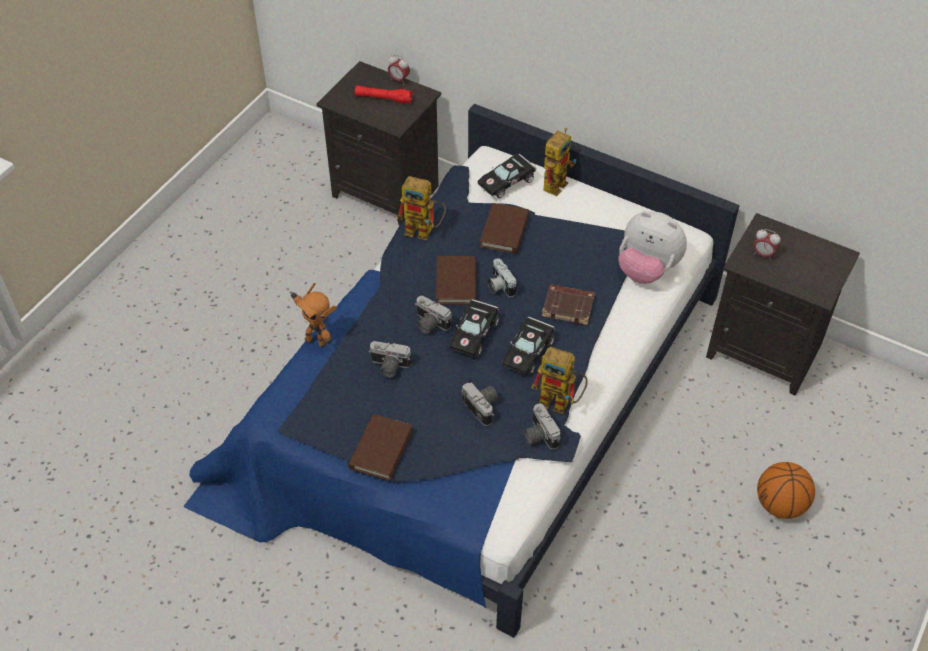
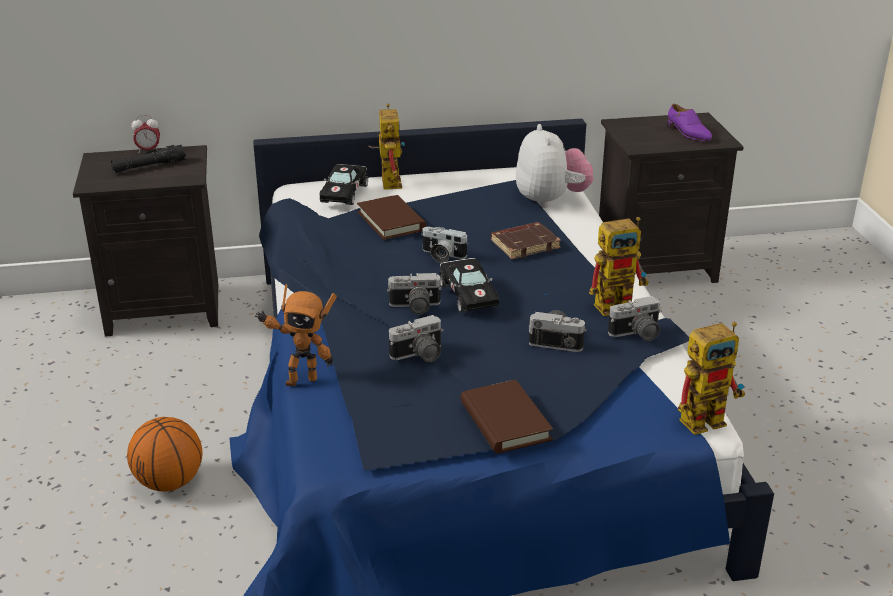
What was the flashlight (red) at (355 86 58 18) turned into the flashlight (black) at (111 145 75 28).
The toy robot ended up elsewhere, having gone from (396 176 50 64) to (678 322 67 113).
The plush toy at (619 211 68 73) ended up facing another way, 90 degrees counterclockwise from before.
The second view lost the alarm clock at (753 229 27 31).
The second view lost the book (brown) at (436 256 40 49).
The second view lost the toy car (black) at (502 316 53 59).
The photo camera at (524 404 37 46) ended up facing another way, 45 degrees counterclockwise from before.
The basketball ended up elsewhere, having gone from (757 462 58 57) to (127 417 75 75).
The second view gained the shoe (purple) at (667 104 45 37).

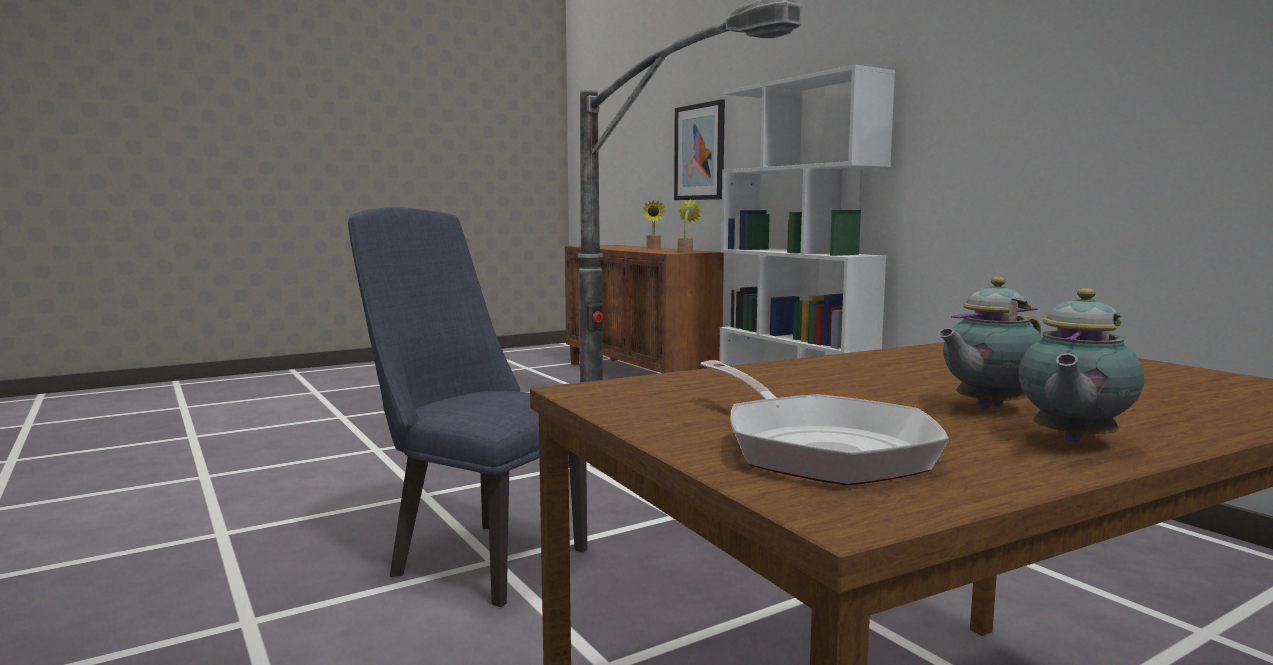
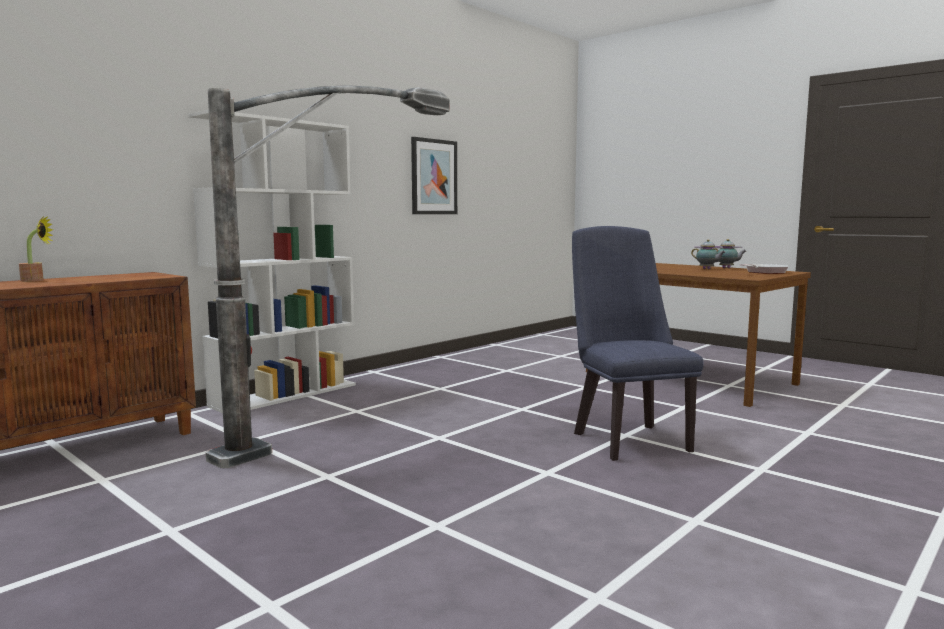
The picture ended up elsewhere, having gone from (674 99 51 101) to (411 137 46 77).
The second view lost the potted plant at (678 199 24 54).
The chair (blue) at (348 207 239 400) ended up facing another way, 150 degrees clockwise from before.

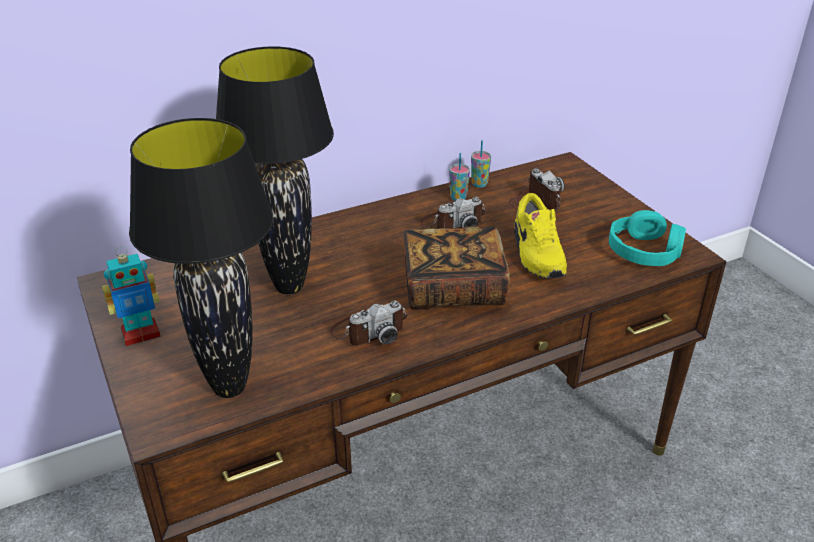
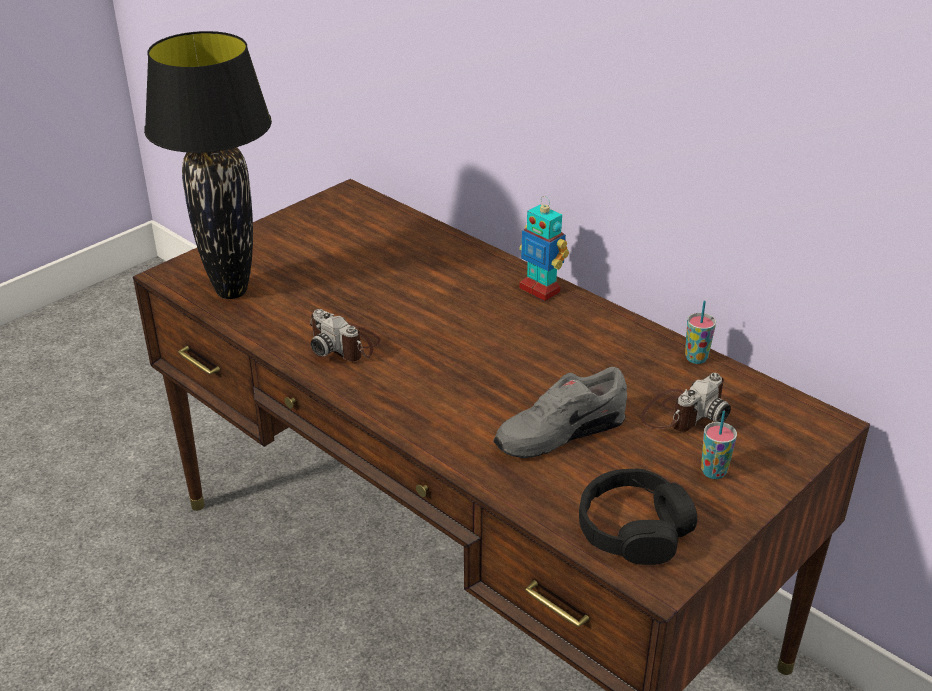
The second view lost the table lamp (black) at (216 46 118 248).
The cup ended up elsewhere, having gone from (449 153 21 48) to (701 411 36 68).
What was the shoe (yellow) at (514 193 53 86) turned into the shoe (grey) at (493 367 134 91).
The second view lost the photo camera at (420 197 66 32).
What was the headphones (turquoise) at (609 210 77 56) turned into the headphones (black) at (579 468 118 97).
The second view lost the book at (403 226 107 84).
The toy robot ended up elsewhere, having gone from (102 246 59 100) to (519 196 50 105).

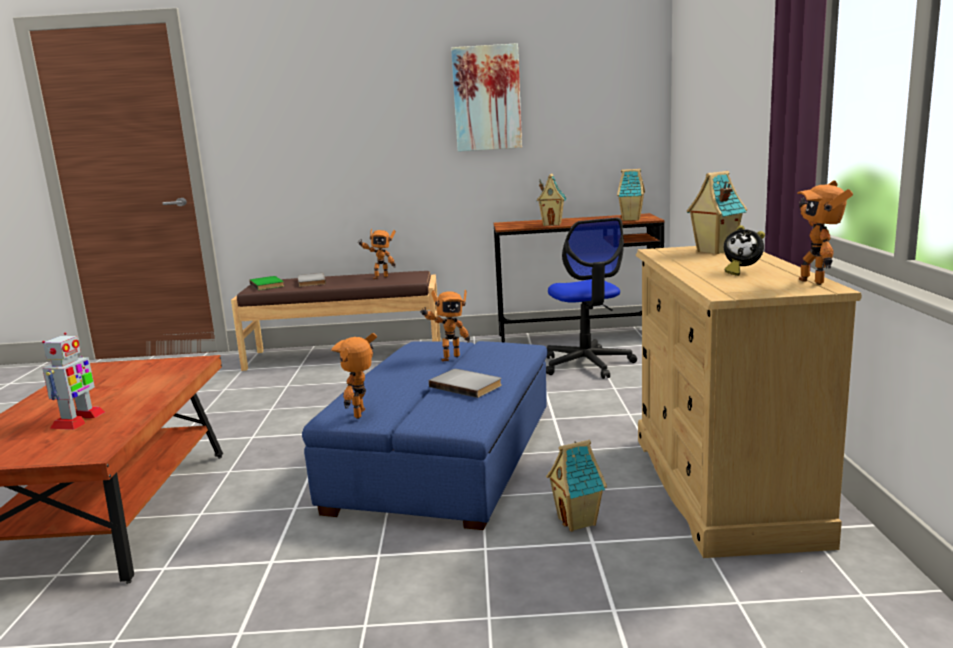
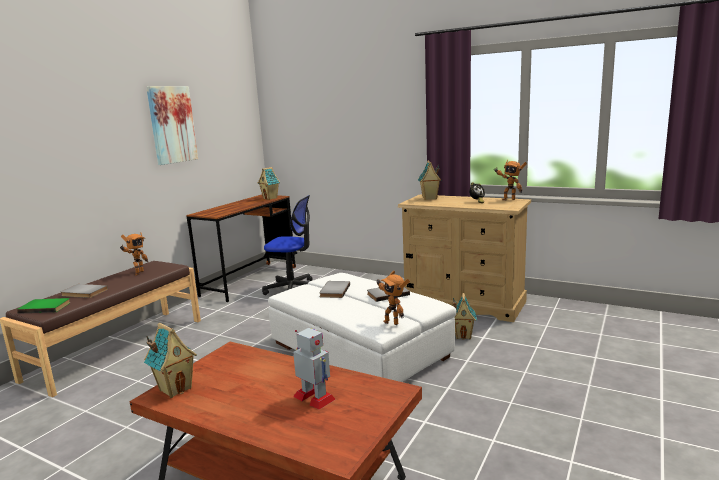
The toy house ended up elsewhere, having gone from (536 173 30 53) to (144 323 53 75).
Where the toy robot stood at (420 290 50 72), the book (grey) came to stand at (319 281 31 17).
What was the ottoman (blue) at (302 341 246 189) turned into the ottoman (white) at (268 273 188 109).

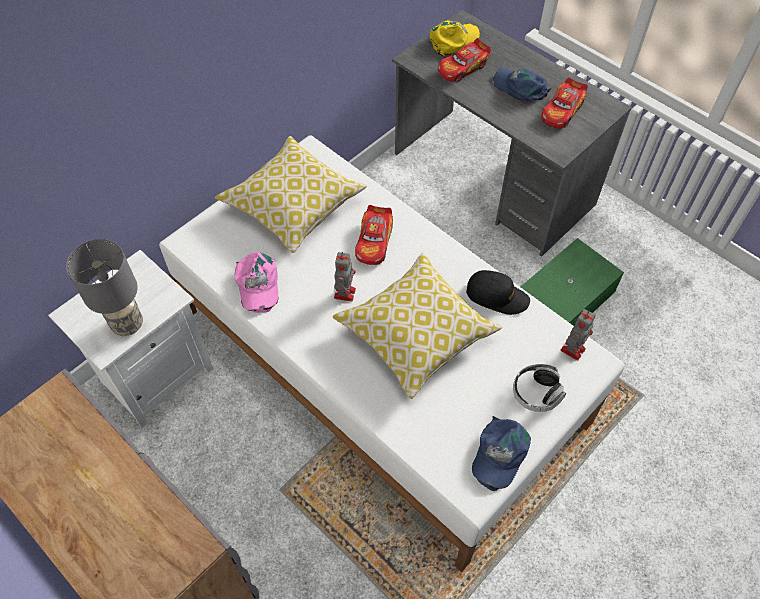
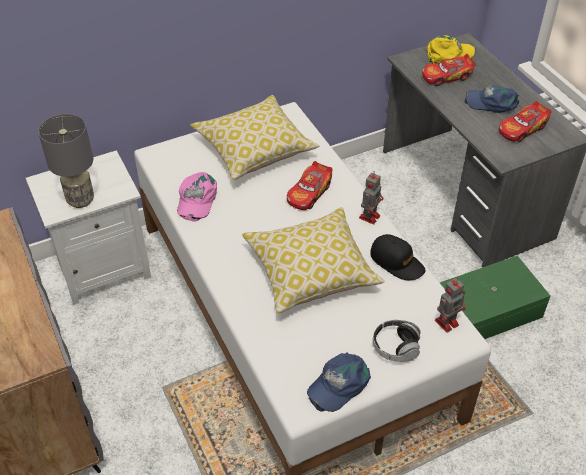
The cap (blue) at (493 68 59 33) ended up facing another way, 45 degrees counterclockwise from before.
The toy robot ended up elsewhere, having gone from (334 252 22 50) to (359 171 25 53).

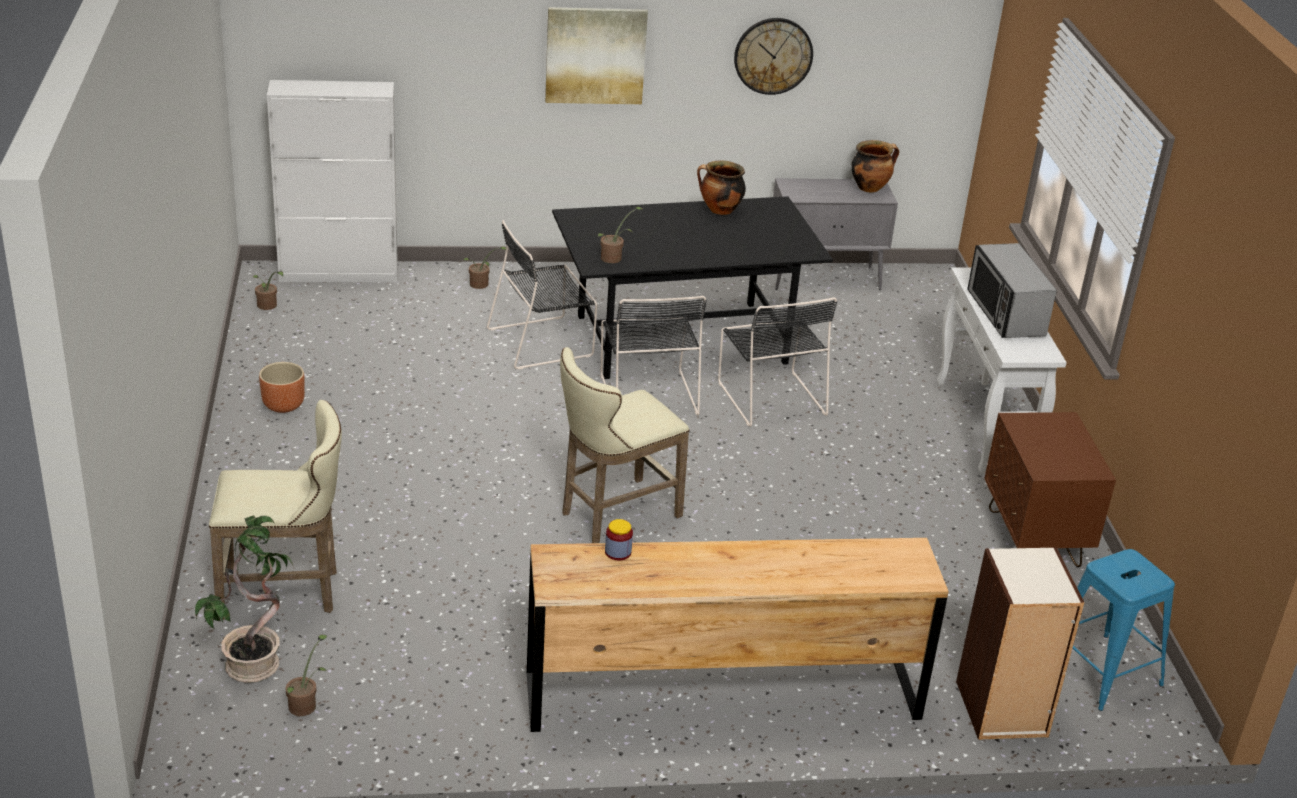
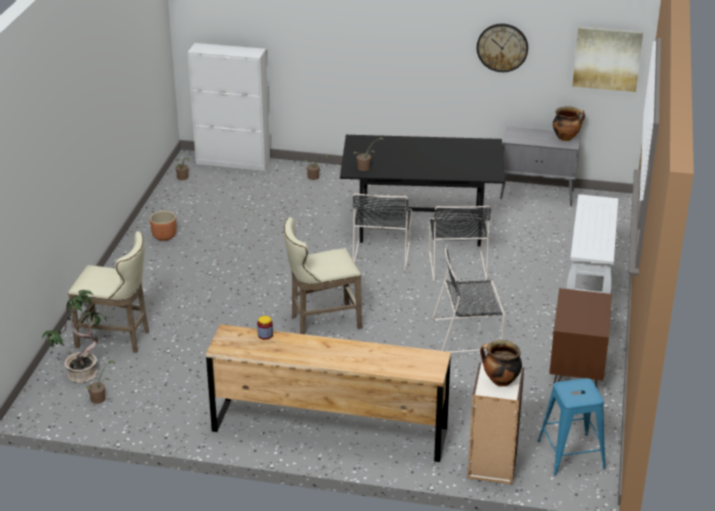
The picture ended up elsewhere, having gone from (545 7 103 97) to (572 27 71 65).
The cooking pot ended up elsewhere, having gone from (697 161 49 54) to (480 340 42 46).
The chair (black) ended up elsewhere, having gone from (487 220 110 150) to (432 248 73 105).
The second view lost the microwave at (967 243 90 95).

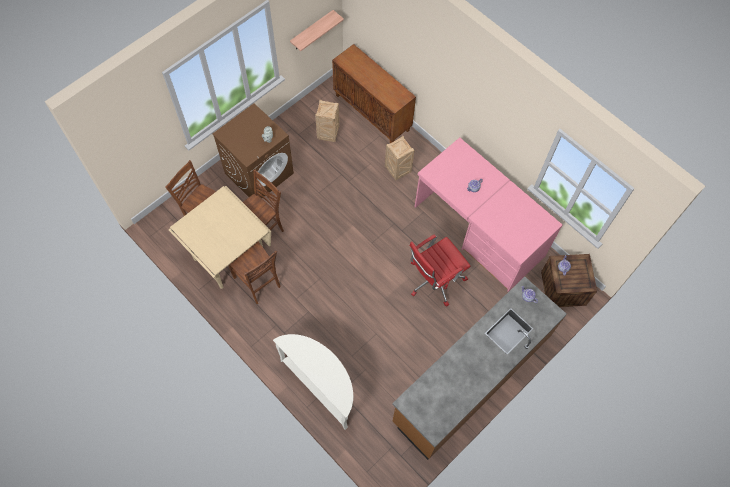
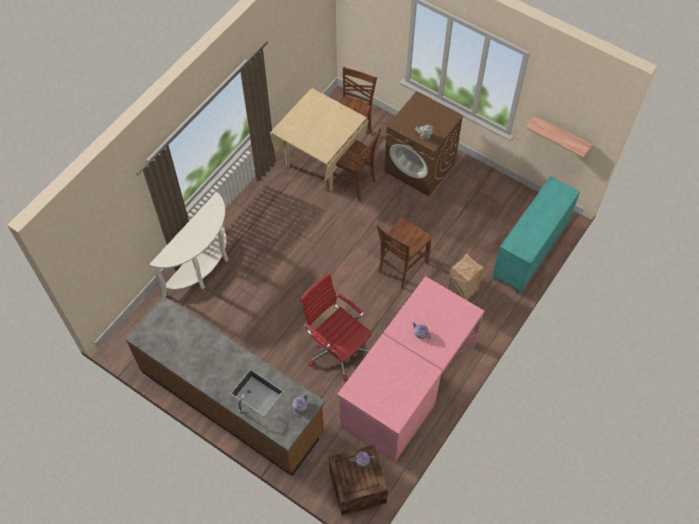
What was the cabinet (brown) at (332 44 84 99) turned into the cabinet (turquoise) at (493 176 87 118).
The second view lost the crate at (315 100 24 42).
The chair (brown) ended up elsewhere, having gone from (228 241 53 63) to (376 217 56 72).

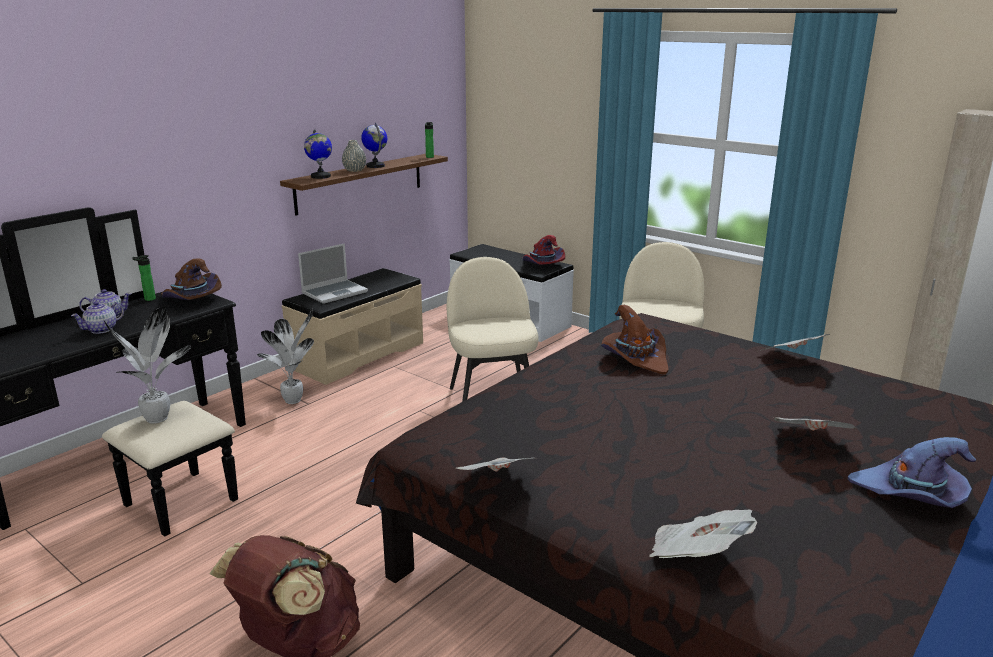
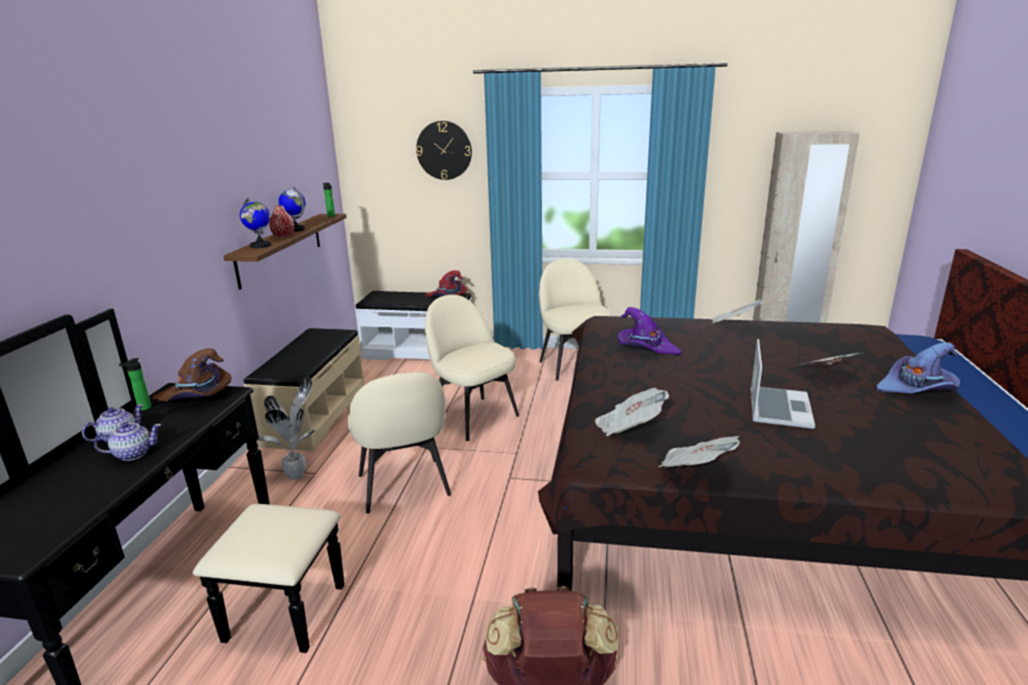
What was the vase (grey) at (342 140 24 32) turned into the vase (red) at (269 205 26 33).
The laptop ended up elsewhere, having gone from (298 243 70 61) to (751 339 64 90).
The teapot at (71 301 53 33) ended up facing another way, 120 degrees counterclockwise from before.
What was the hat (brown) at (601 305 68 70) turned into the hat (purple) at (618 307 64 48).
The second view lost the potted plant at (104 307 87 117).
The newspaper ended up elsewhere, having gone from (650 510 107 48) to (595 388 74 48).
The second view gained the wall clock at (416 121 56 59).
The second view gained the chair (beige) at (348 372 103 142).

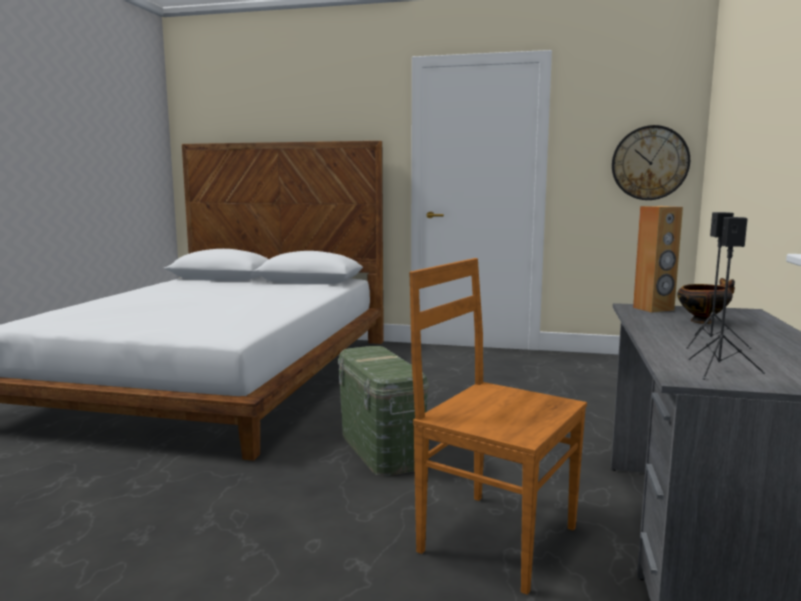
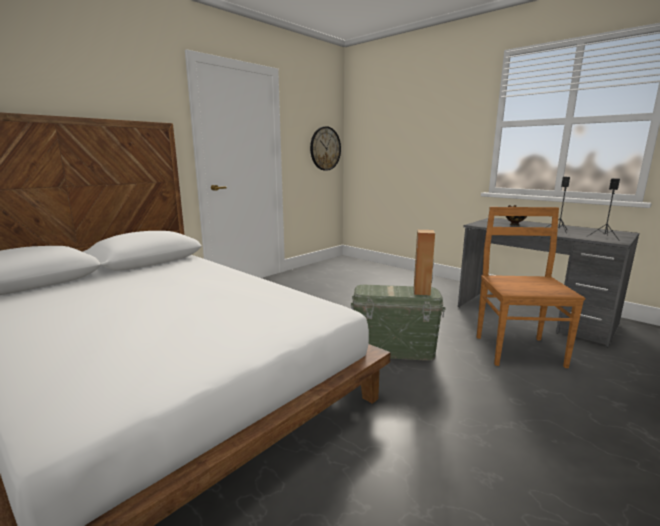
The speaker (brown) ended up elsewhere, having gone from (633 206 50 107) to (414 230 21 66).
The chair (brown) at (409 258 178 337) ended up facing another way, 120 degrees clockwise from before.

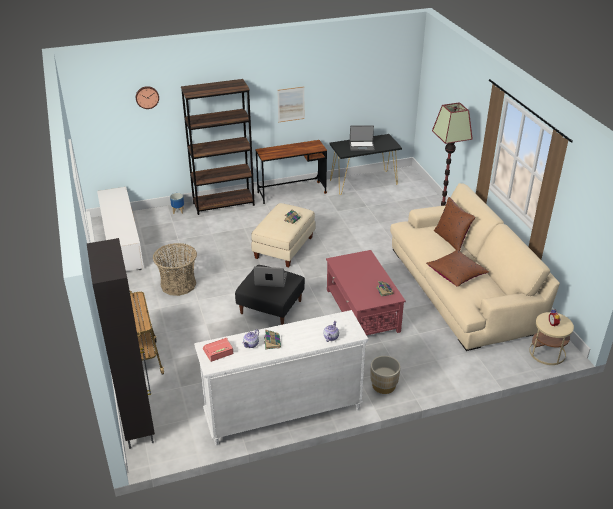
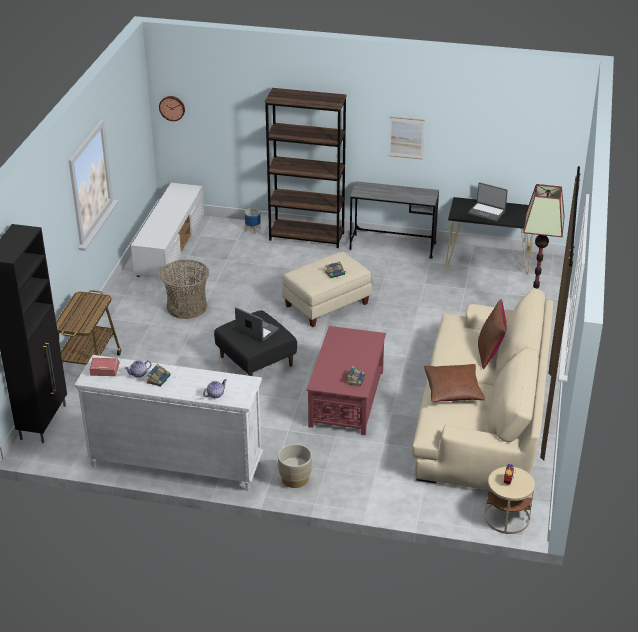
The wall clock ended up elsewhere, having gone from (136 86 23 23) to (159 96 26 25).
What was the desk (brown) at (256 140 71 64) turned into the desk (grey) at (350 181 89 78).

